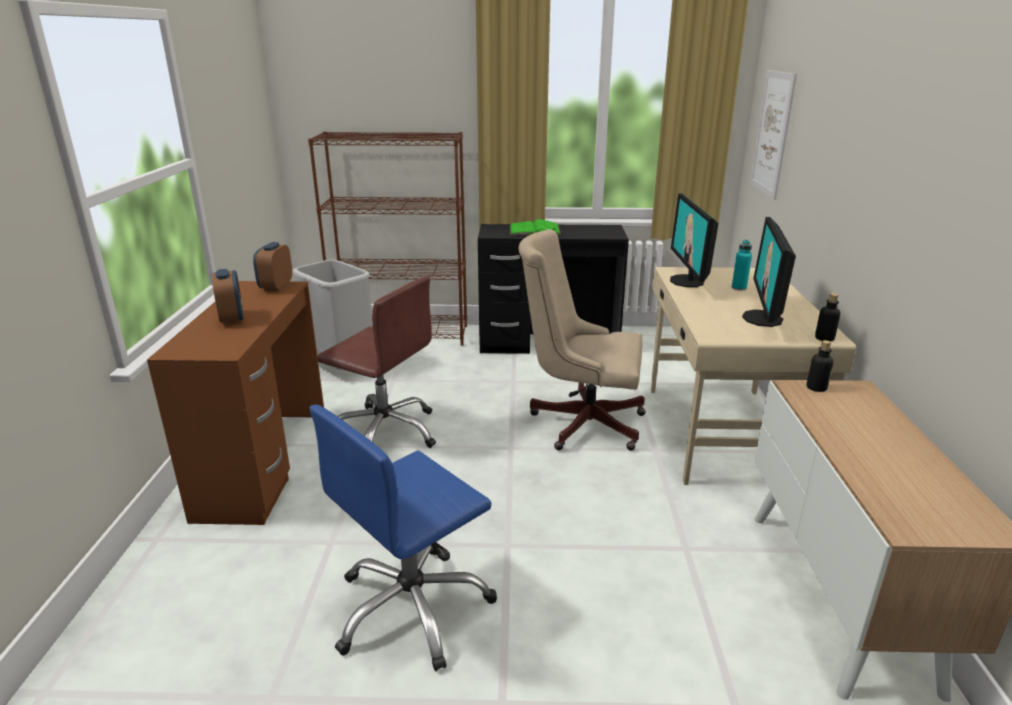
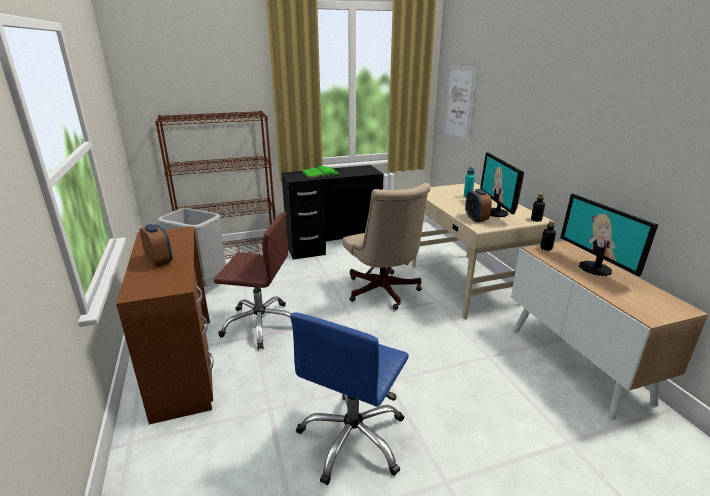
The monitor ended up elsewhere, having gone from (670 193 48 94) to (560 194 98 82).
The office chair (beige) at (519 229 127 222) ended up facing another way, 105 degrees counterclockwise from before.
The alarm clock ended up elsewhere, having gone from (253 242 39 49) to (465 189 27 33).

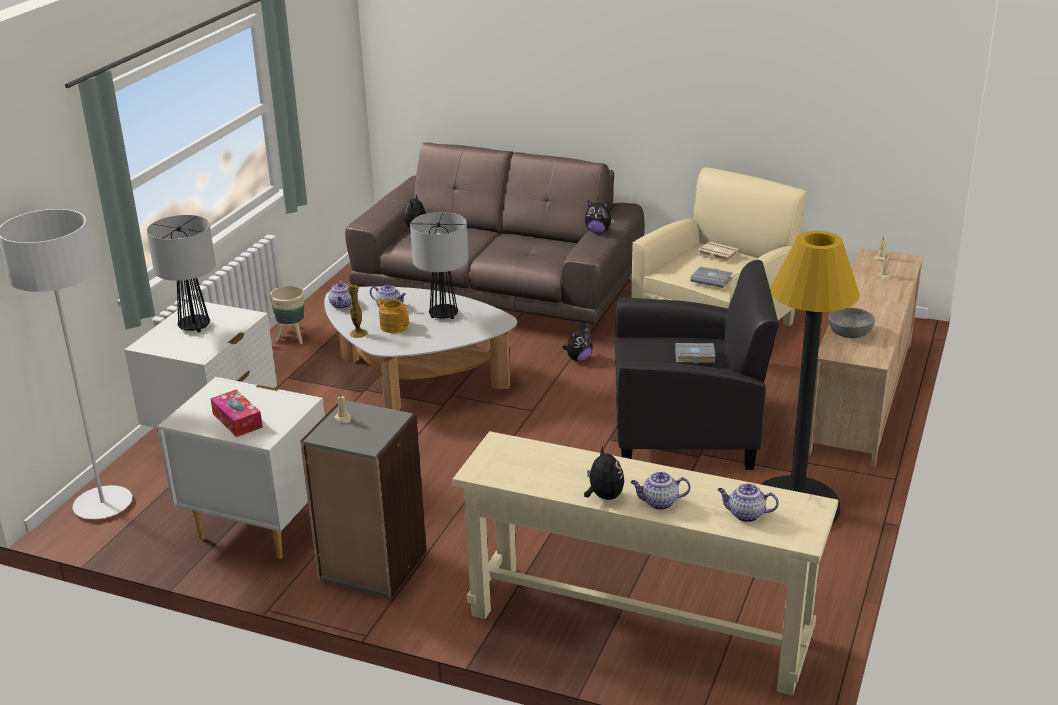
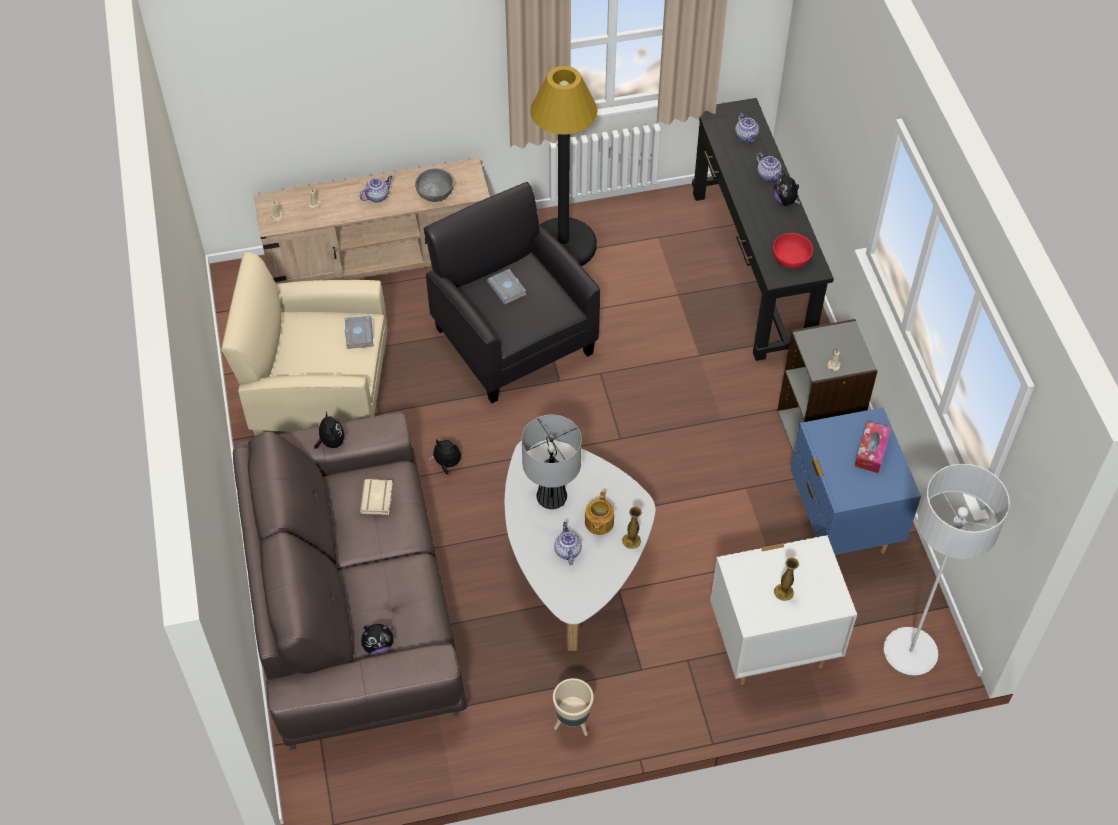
Where the table lamp stood at (147 215 69 117), the vase came to stand at (774 558 25 43).
The book (beige) ended up elsewhere, having gone from (697 241 42 22) to (360 479 33 36).
The teapot ended up elsewhere, having gone from (328 280 24 29) to (360 175 33 28).
What was the nightstand (white) at (157 377 168 182) turned into the nightstand (blue) at (790 407 131 148).
What was the console table (beige) at (452 431 386 264) turned into the console table (black) at (692 98 142 263).
The plush toy at (584 446 40 54) ended up facing another way, 60 degrees counterclockwise from before.
The second view gained the bowl (red) at (773 233 40 35).

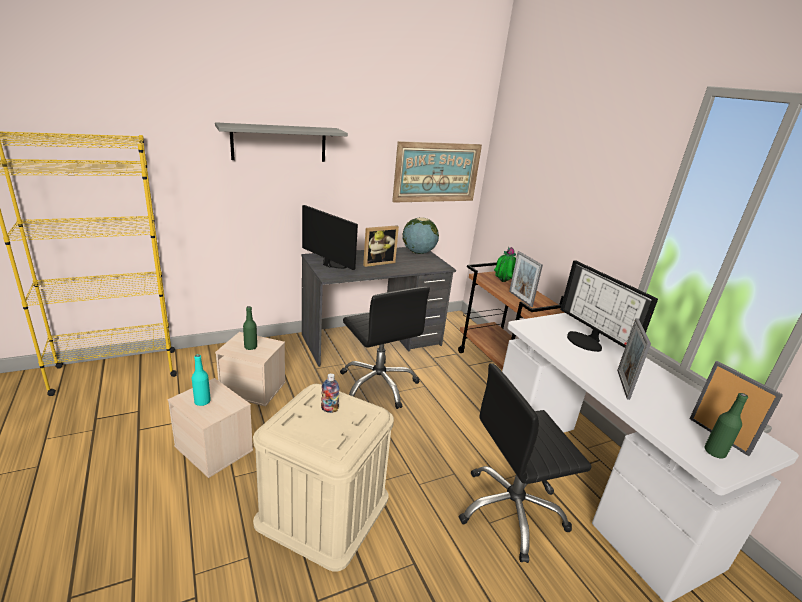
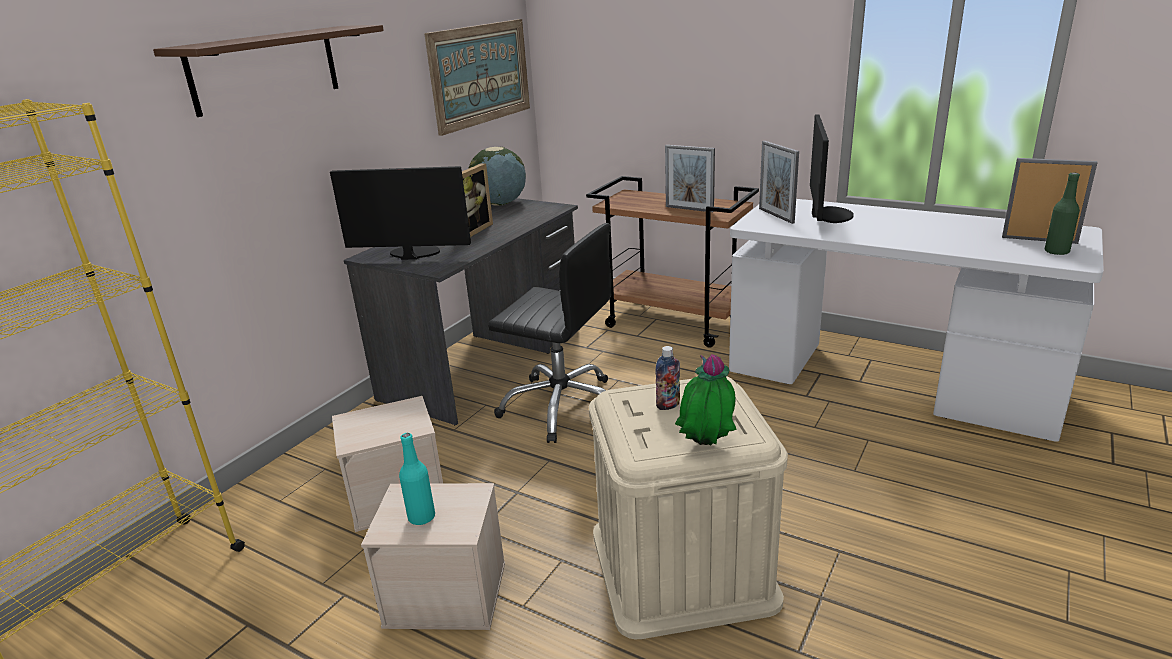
What was the shelf (grey) at (215 122 133 40) turned into the shelf (brown) at (153 25 231 92).
The potted plant ended up elsewhere, having gone from (494 247 22 35) to (675 354 61 91).
The monitor at (560 260 98 92) ended up facing another way, 105 degrees counterclockwise from before.
The second view lost the bottle (green) at (243 306 14 44).
The picture frame ended up elsewhere, having gone from (617 318 34 82) to (759 141 40 83).
The second view lost the office chair (black) at (459 363 133 200).

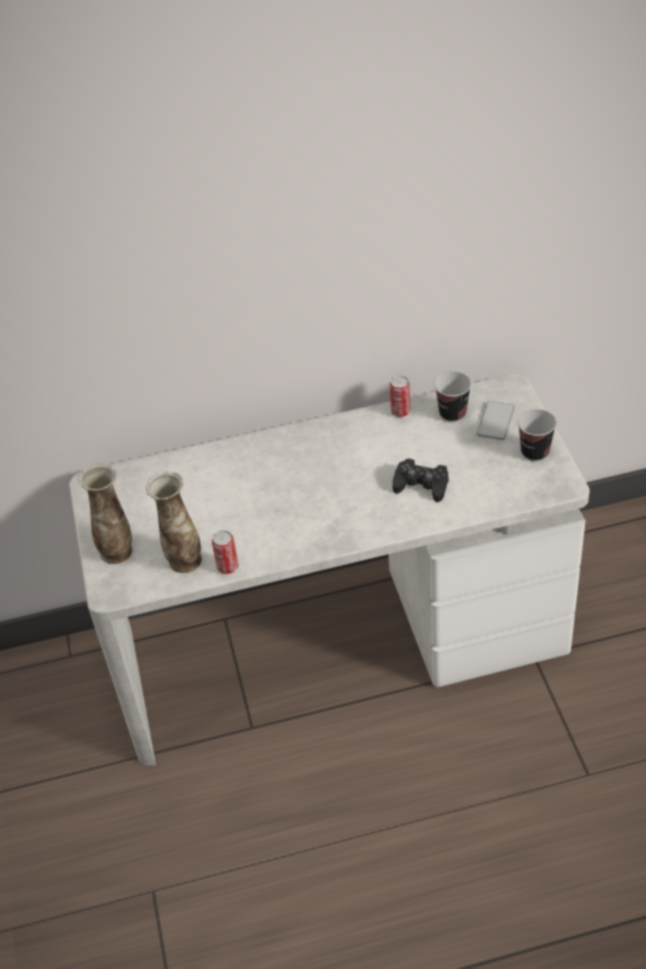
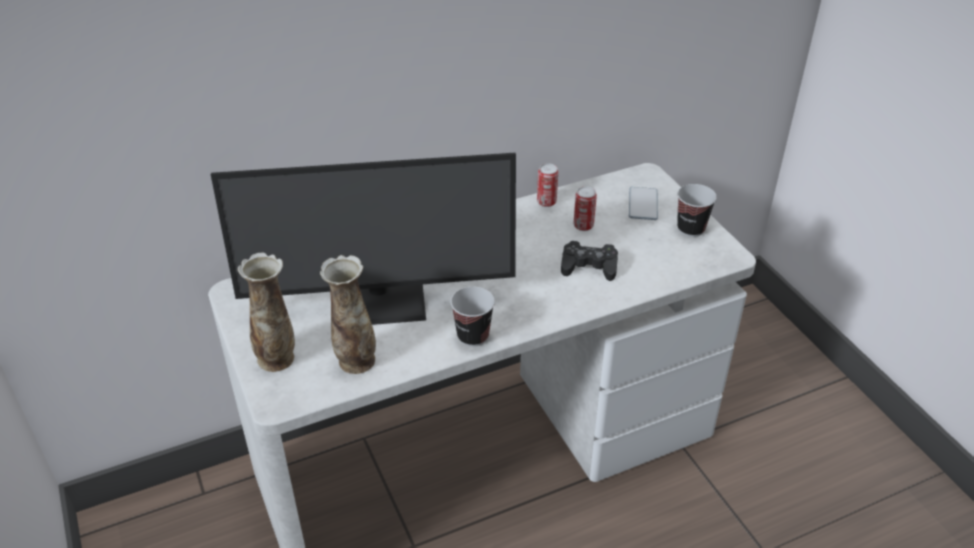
The cup ended up elsewhere, having gone from (434 372 37 50) to (451 287 44 60).
The can ended up elsewhere, having gone from (212 530 26 44) to (573 186 24 45).
The second view gained the monitor at (211 153 305 172).

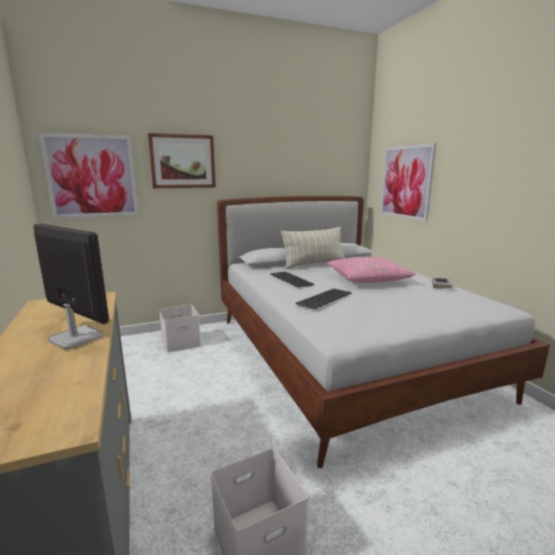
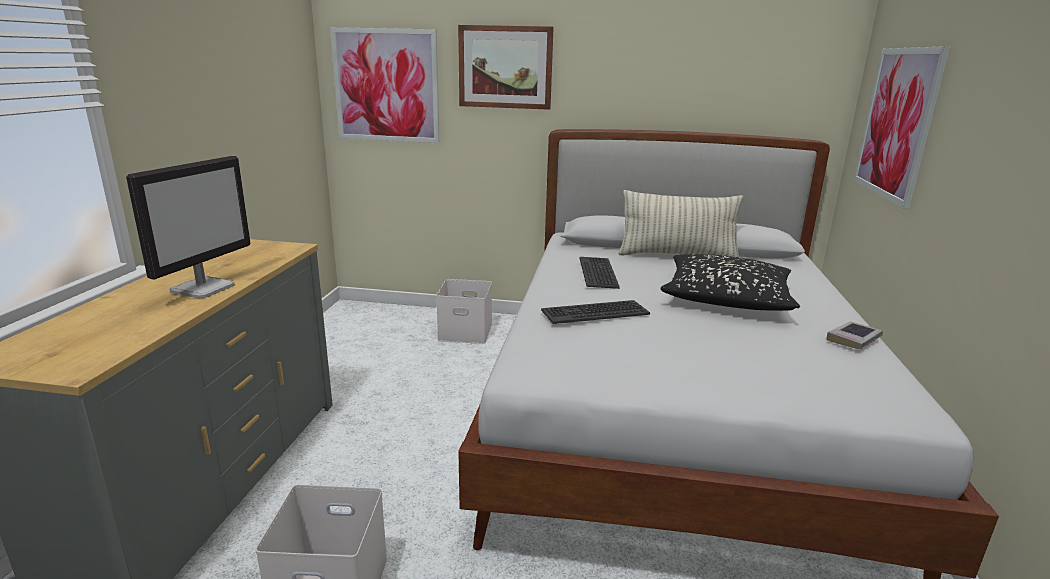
The monitor at (33 224 76 126) ended up facing another way, 45 degrees clockwise from before.
What was the pillow (pink) at (327 257 89 26) turned into the pillow (black) at (661 254 139 57).

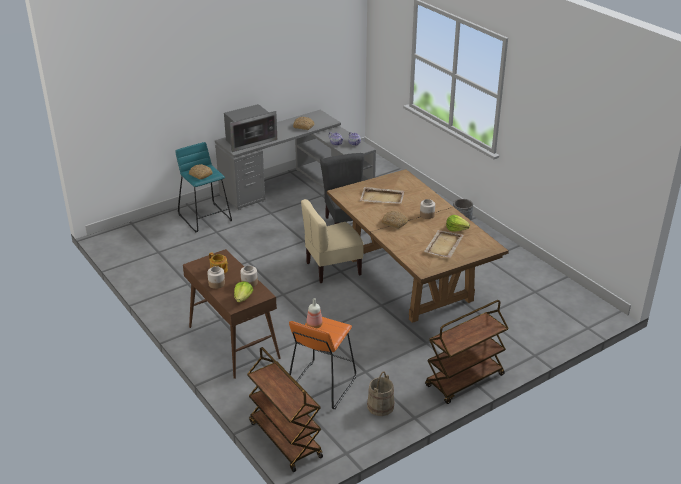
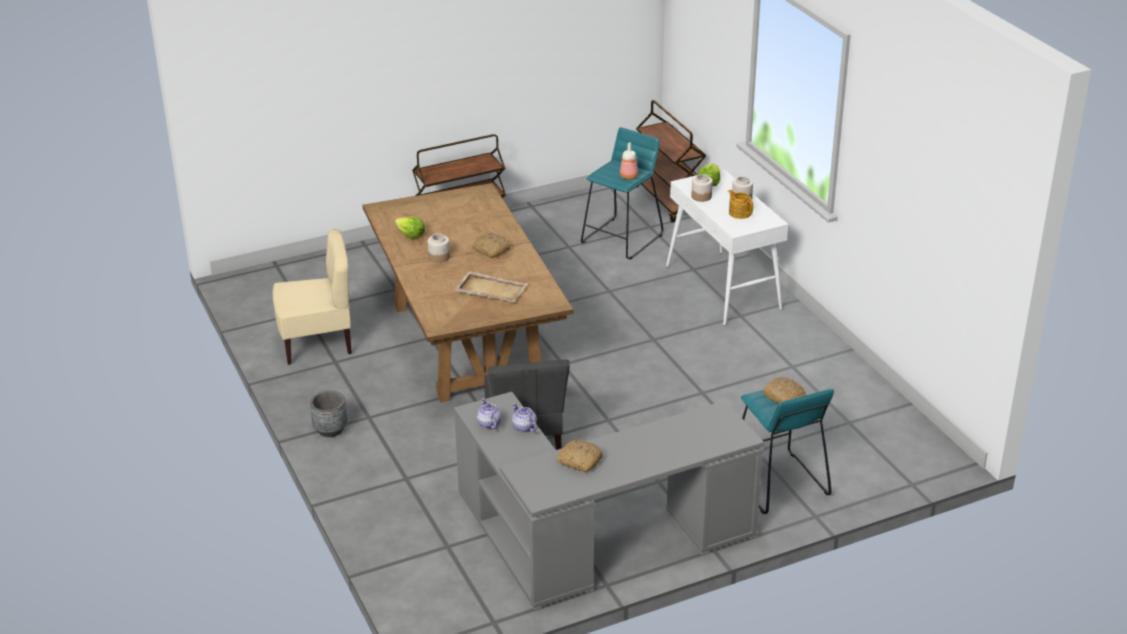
The second view lost the microwave at (224 104 53 48).
The chair (beige) ended up elsewhere, having gone from (301 199 62 84) to (273 229 79 136).
The second view lost the tray (beige) at (424 230 40 28).
What was the console table (brown) at (183 249 97 130) turned into the console table (white) at (666 169 122 156).
What was the stool (orange) at (289 317 67 92) turned into the stool (turquoise) at (581 127 82 133).
The second view lost the bucket (beige) at (367 372 28 44).

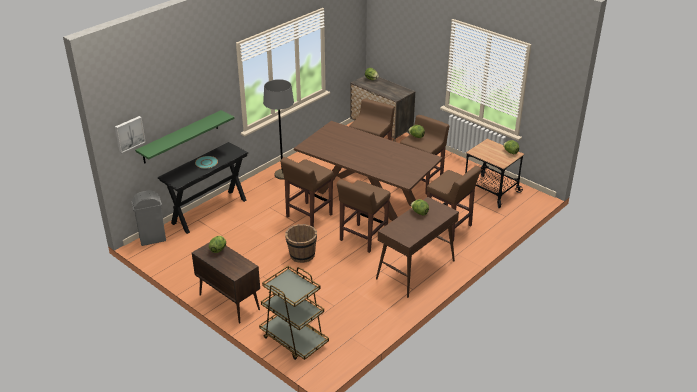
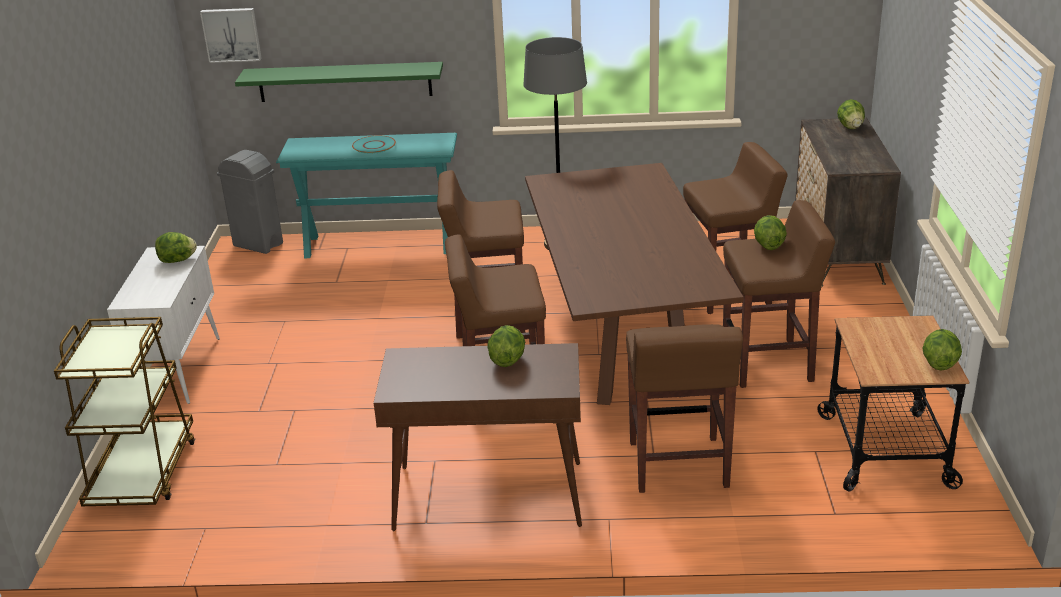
What was the console table (black) at (157 142 91 92) turned into the console table (turquoise) at (276 133 181 125).
The second view lost the bucket (brown) at (285 224 32 39).
What was the cabinet (brown) at (192 242 68 82) turned into the cabinet (white) at (107 246 113 158).

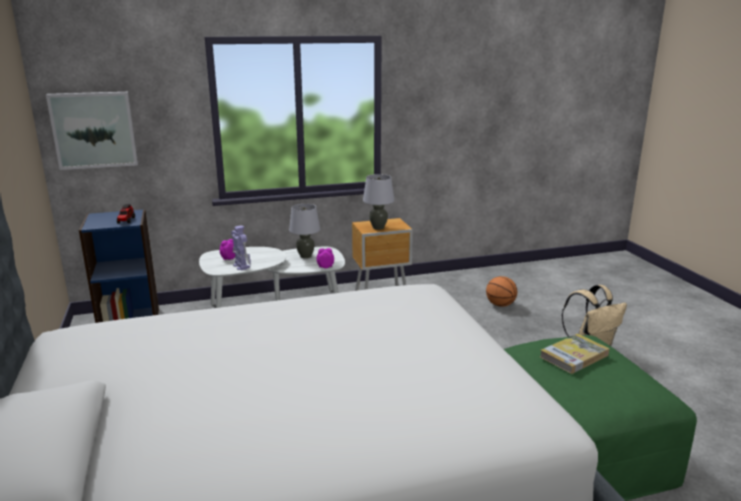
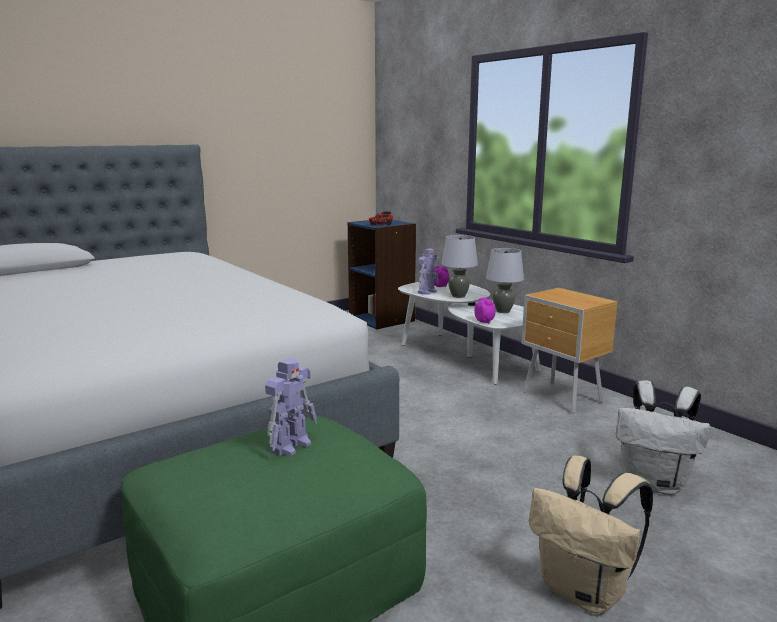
The second view lost the picture at (46 92 92 78).
The table lamp (grey) ended up elsewhere, having gone from (363 174 32 56) to (442 235 36 63).
Where the basketball stood at (486 276 31 31), the backpack (white) came to stand at (616 380 95 115).
Where the book stood at (540 334 69 40), the toy robot came to stand at (265 358 52 98).

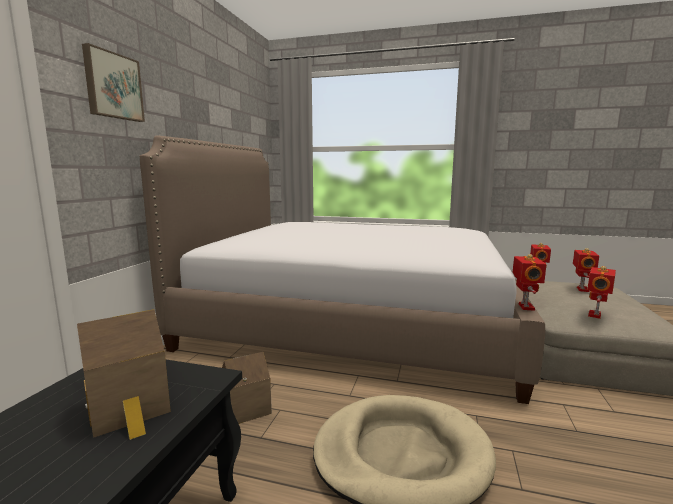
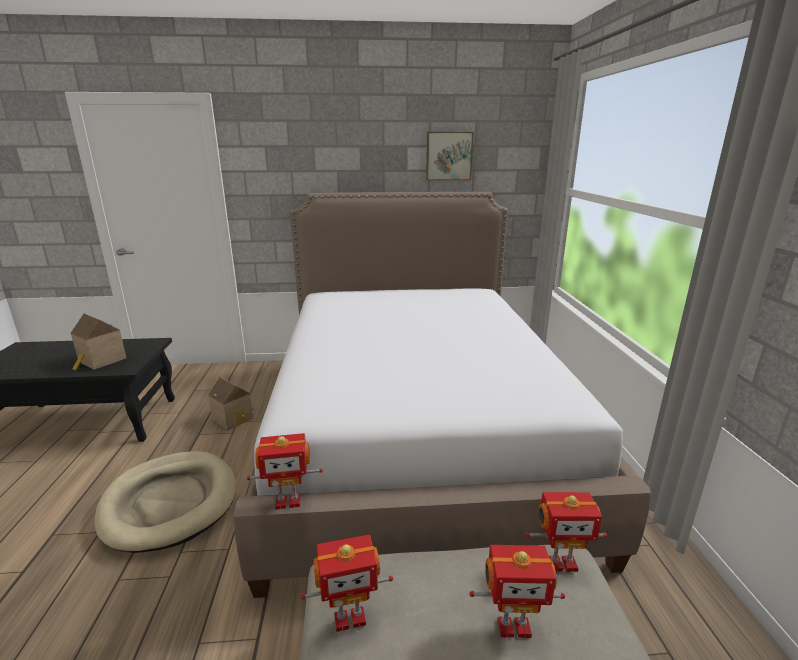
The picture ended up elsewhere, having gone from (82 43 63 79) to (426 132 48 48).
The toy robot at (587 266 29 53) ended up facing another way, 150 degrees clockwise from before.

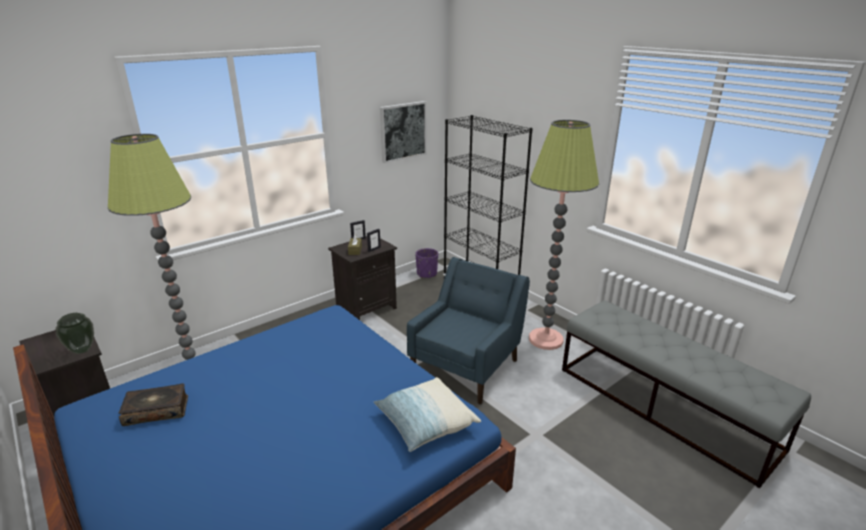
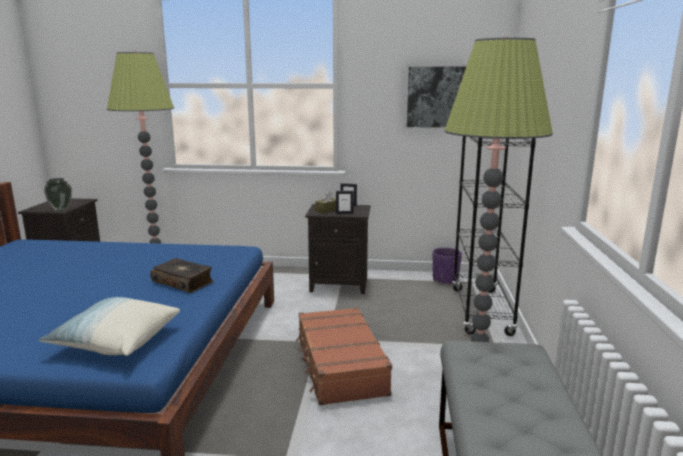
Where the armchair (blue) stood at (407 257 123 147), the suitcase (brown) came to stand at (296 307 96 98).
The book ended up elsewhere, having gone from (119 383 69 43) to (150 258 64 35).

